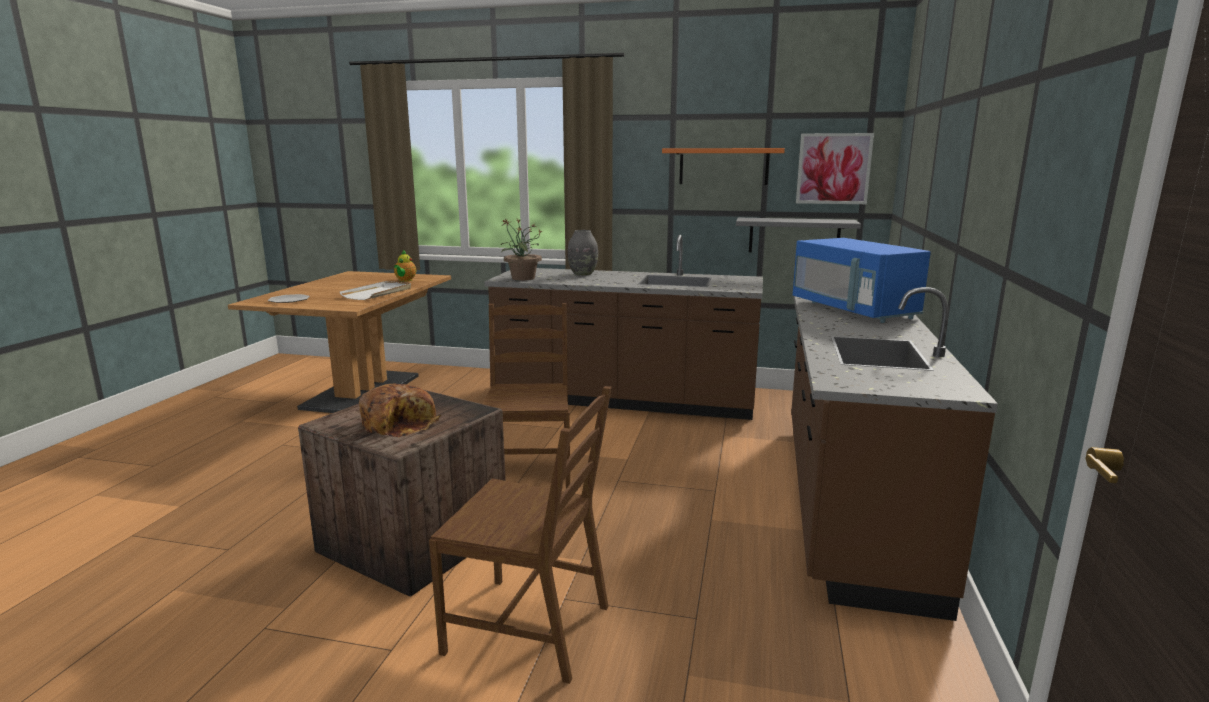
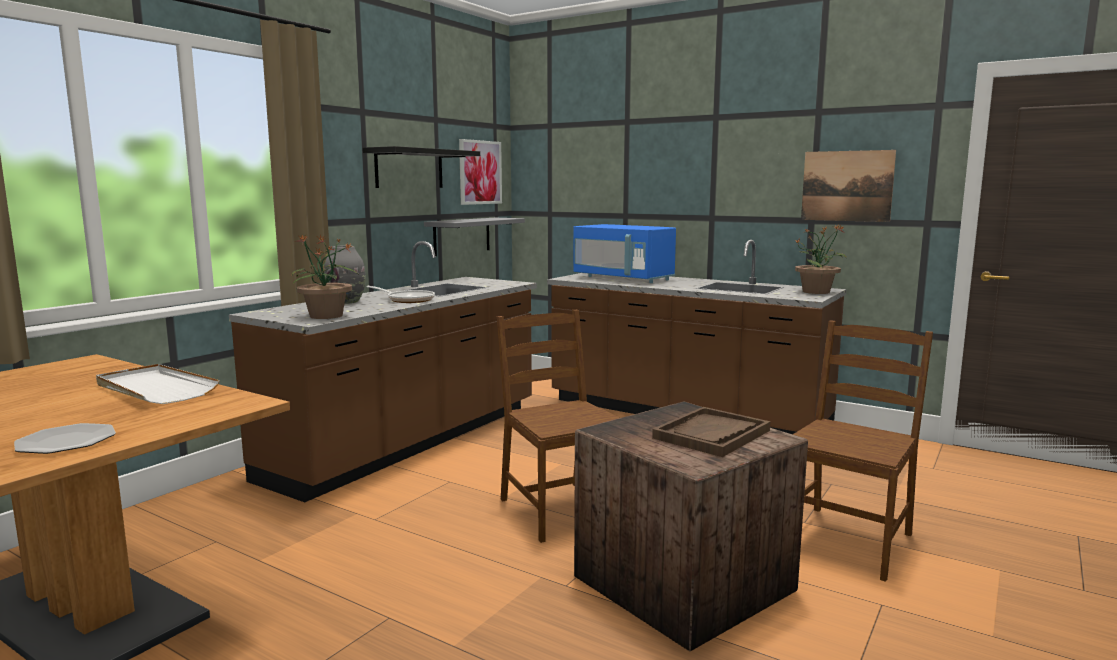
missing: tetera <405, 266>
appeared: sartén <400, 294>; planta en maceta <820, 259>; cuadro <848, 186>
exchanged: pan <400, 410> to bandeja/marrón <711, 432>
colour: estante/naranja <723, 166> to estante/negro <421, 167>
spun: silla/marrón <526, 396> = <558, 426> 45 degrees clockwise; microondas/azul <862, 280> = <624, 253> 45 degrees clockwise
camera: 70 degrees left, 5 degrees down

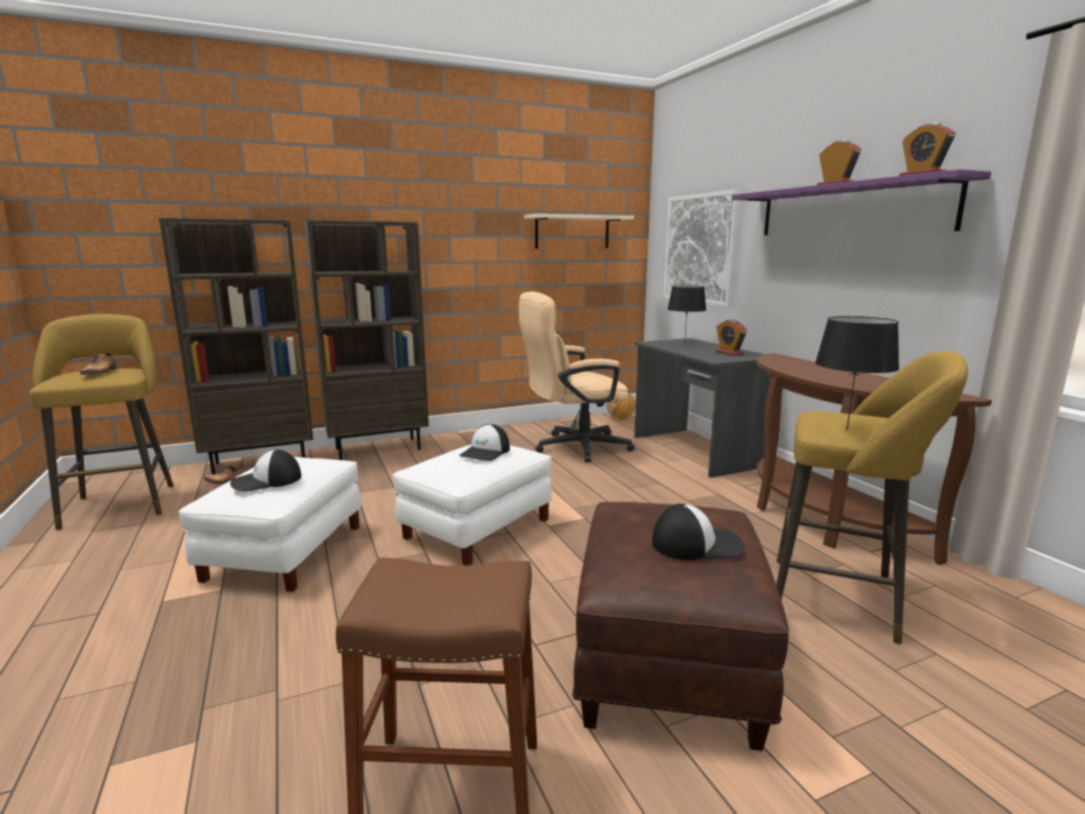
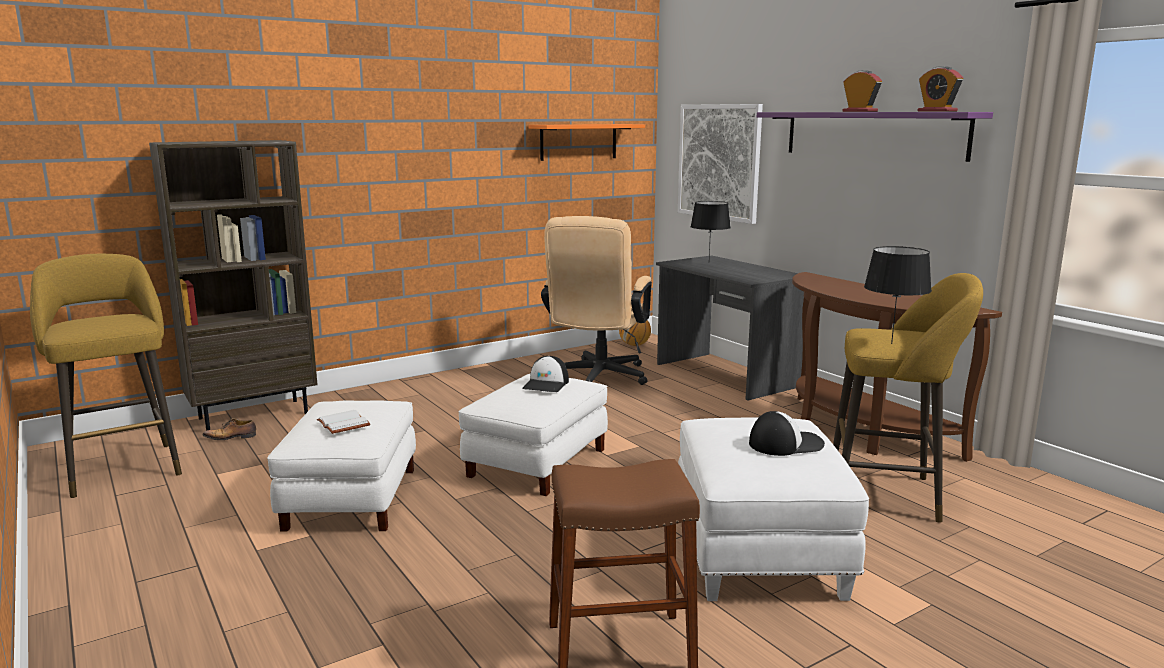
missing: zapato <98, 364>; estantería/marrón <366, 340>; despertador <731, 338>
exchanged: gorra <265, 471> to libro/blanco <344, 422>
colour: estante/beis <579, 231> to estante/naranja <587, 142>; puf/marrón <680, 626> to puf/blanco <773, 509>
spun: silla de oficina/beis <577, 377> = <596, 300> 45 degrees counterclockwise
camera: 10 degrees left, 0 degrees up

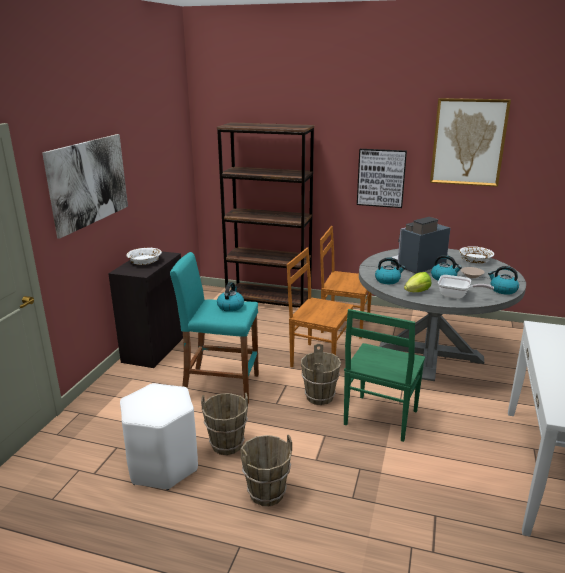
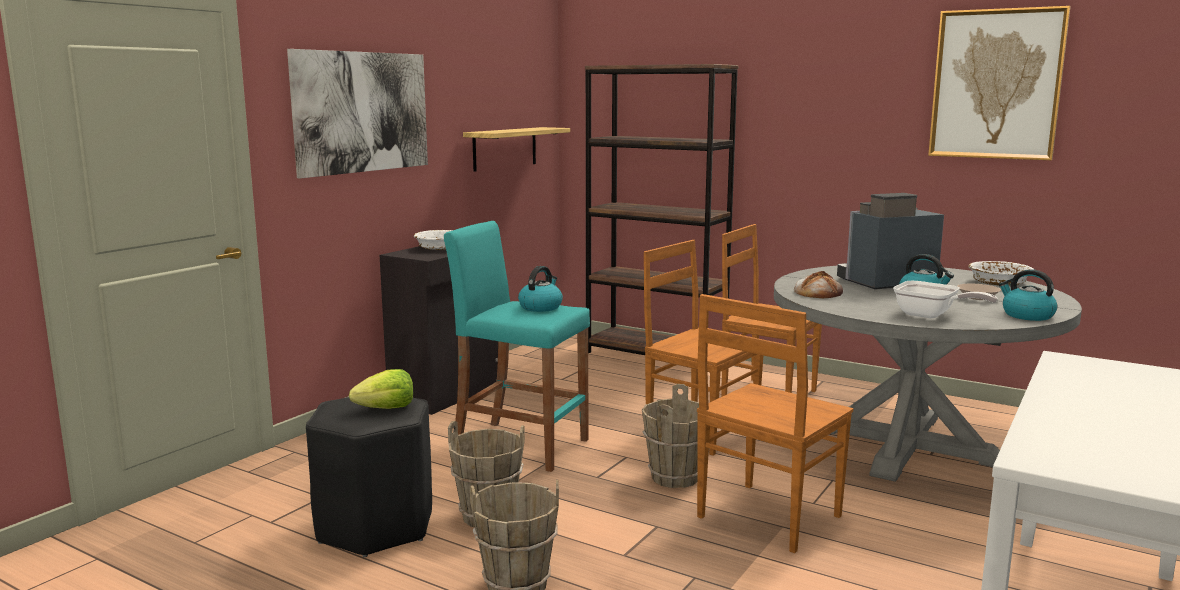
missing: cuadro <382, 178>
appeared: estante <516, 149>
relocated: lechuga <417, 282> to <381, 389>
exchanged: hervidor <390, 270> to pan <818, 284>
colour: taburete/blanco <159, 436> to taburete/negro <369, 477>; silla/verde <384, 375> to silla/marrón <775, 423>
camera: 15 degrees right, 10 degrees down

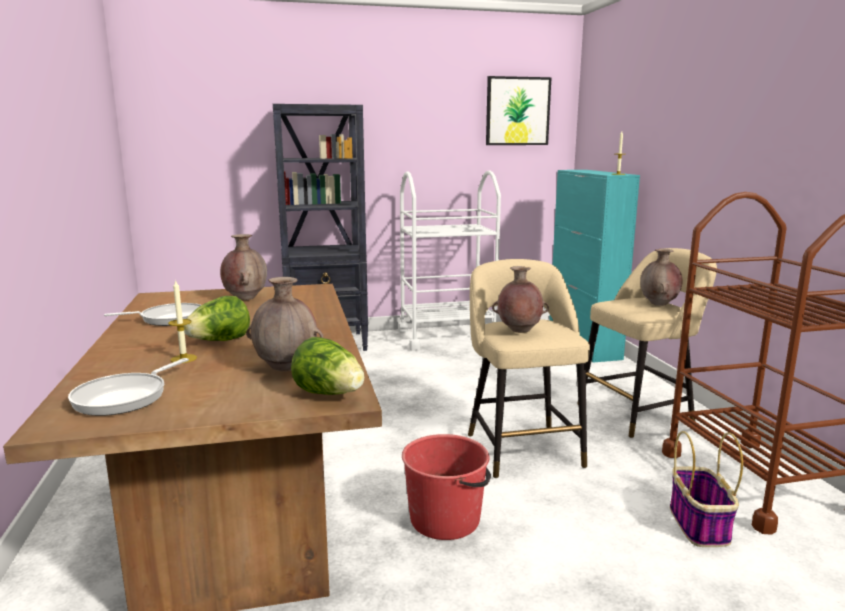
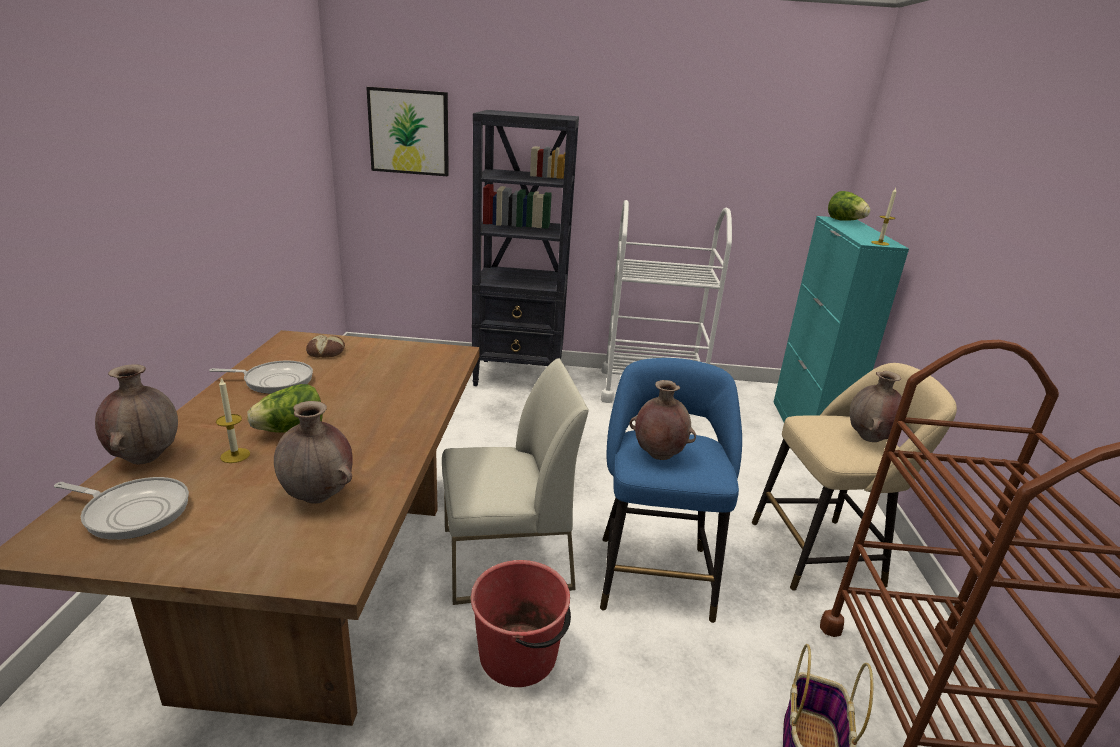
appeared: pan <325, 346>; silla/blanco <515, 481>
relocated: florero/marrón <243, 267> to <136, 414>; cuadro <519, 110> to <407, 131>; lechuga <327, 366> to <849, 206>
colour: taburete/beis <529, 368> to taburete/azul <671, 490>
spun: sartén <128, 387> = <121, 508> 120 degrees counterclockwise
camera: 15 degrees right, 10 degrees up

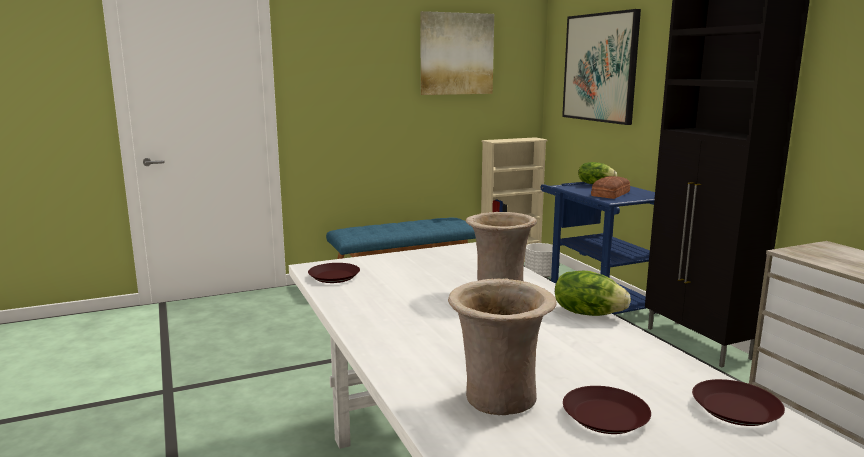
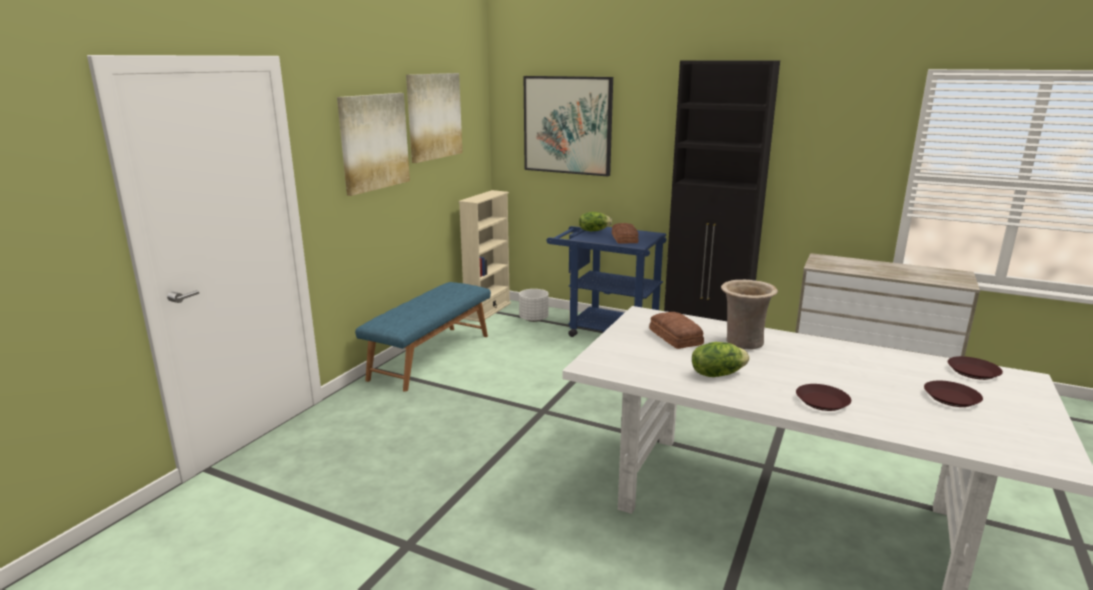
missing: florero/beis <502, 346>
appeared: cuadro <373, 144>; pan <676, 330>
relocated: lechuga <593, 293> to <720, 359>; plato/marrón <334, 273> to <823, 397>
camera: 40 degrees left, 5 degrees up

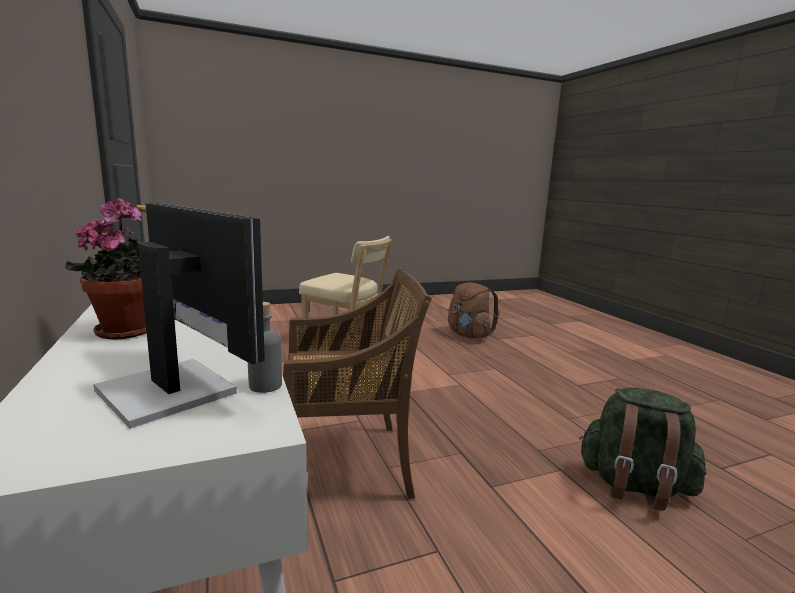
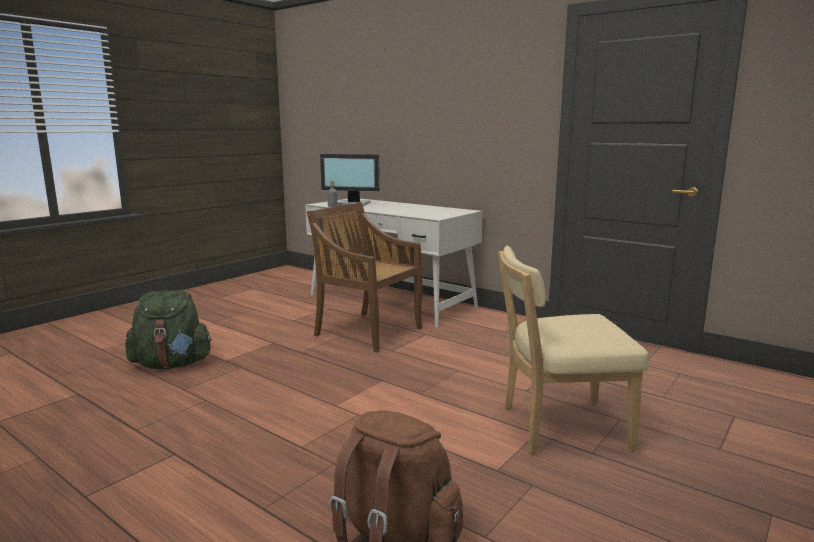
missing: planta en maceta <106, 268>
spun: silla/marrón <357, 383> = <364, 277> 75 degrees clockwise
camera: 150 degrees right, 0 degrees up

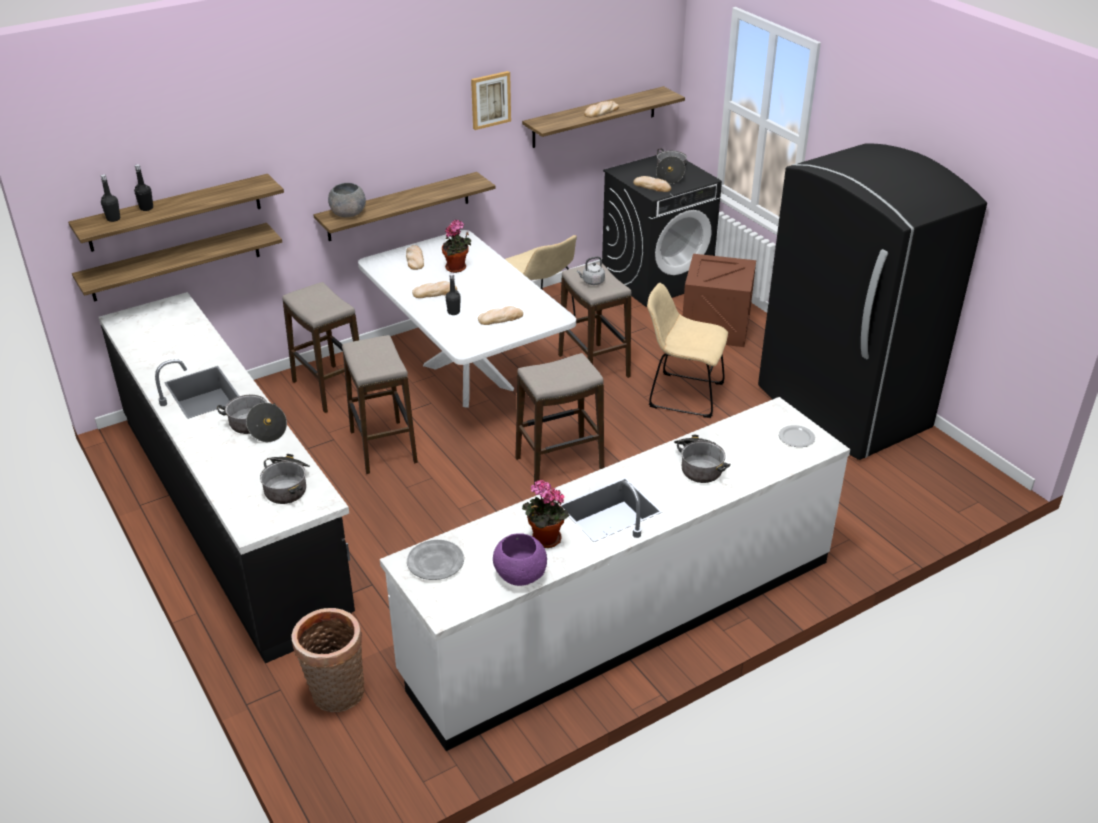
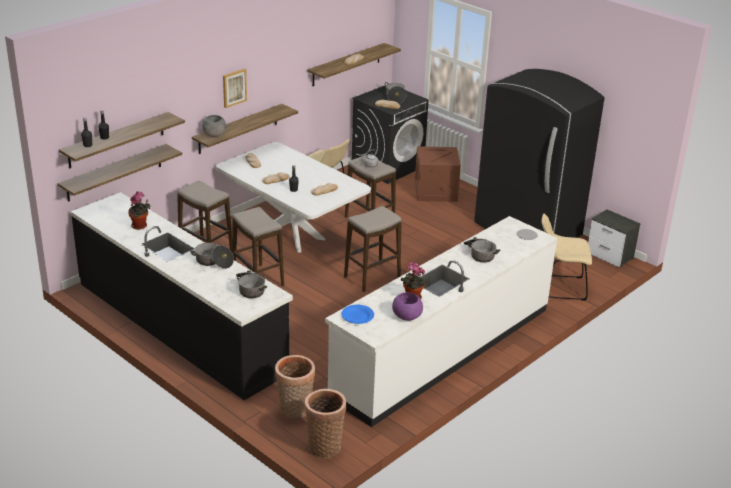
appeared: cesta <325, 423>; mesita de noche <614, 238>
relocated: planta en maceta <456, 246> to <139, 210>; cuadro <491, 100> to <235, 88>; silla/beis <687, 350> to <567, 257>
colour: plato/gris <435, 560> to plato/azul <357, 314>
camera: 15 degrees left, 5 degrees down

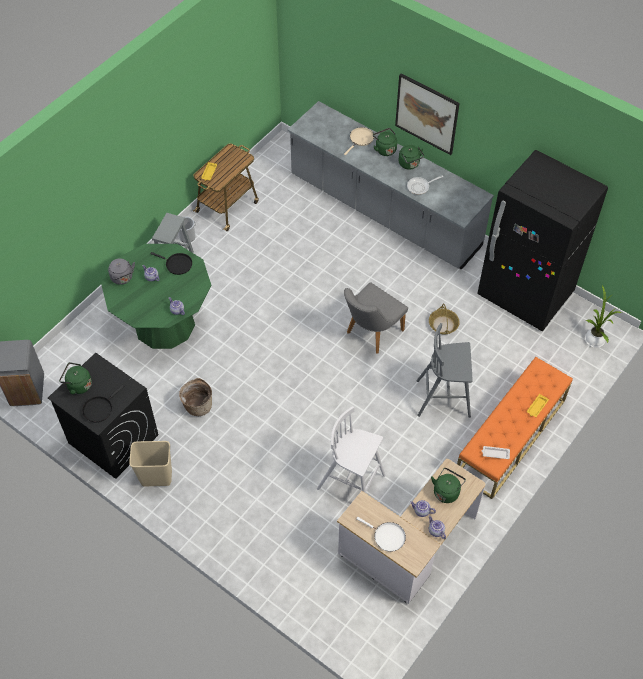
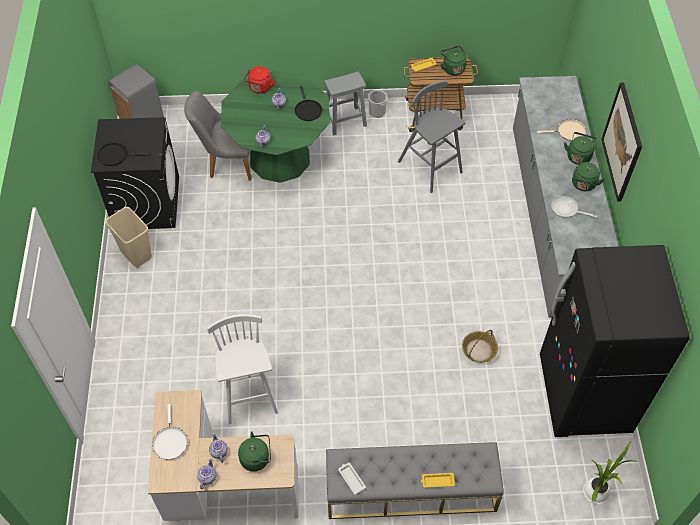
missing: cesta <195, 397>
relocated: silla/gris <376, 318> to <217, 135>; taburete/gris <444, 370> to <432, 136>; hervidor/verde <75, 378> to <453, 61>
colour: hervidor/gris <121, 271> to hervidor/rojo <259, 79>; banco/naranja <515, 428> to banco/gris <415, 480>
camera: 50 degrees right, 0 degrees up

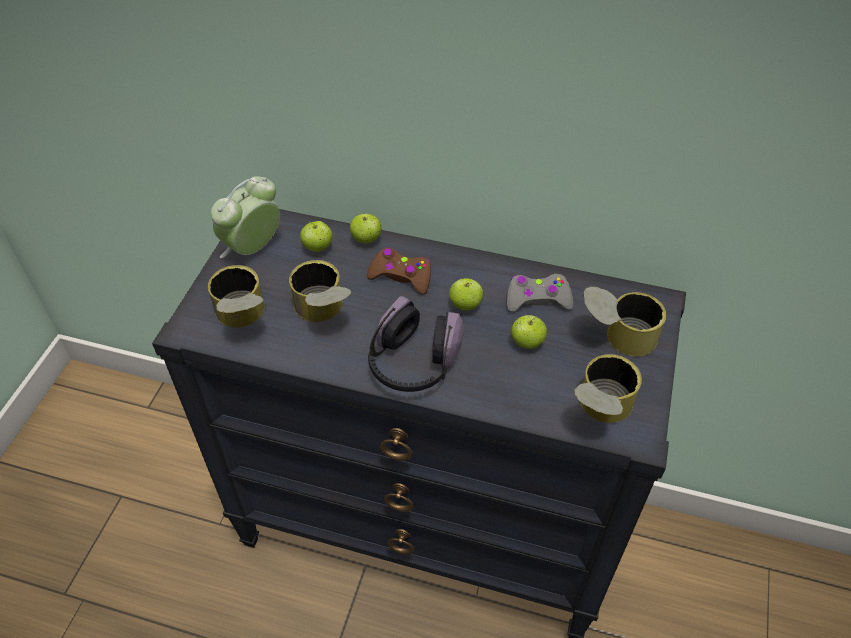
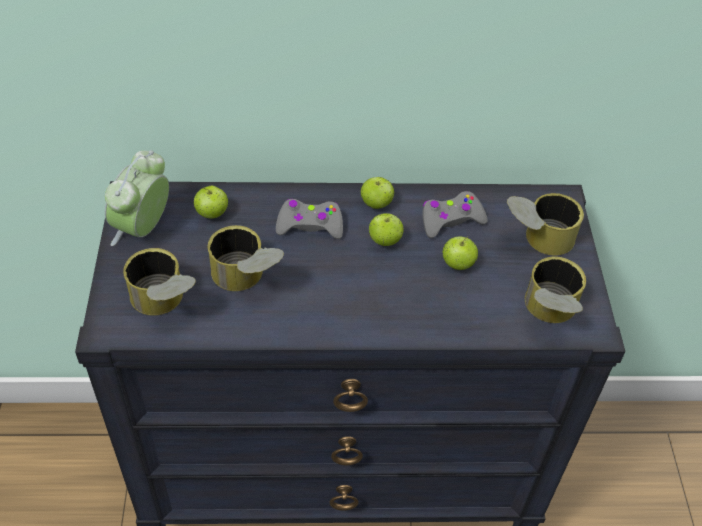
missing: auriculares <415, 344>
relocated: manzana <366, 228> to <377, 193>
colour: mando de consola/marrón <399, 270> to mando de consola/gris <309, 219>
camera: 20 degrees left, 0 degrees up

